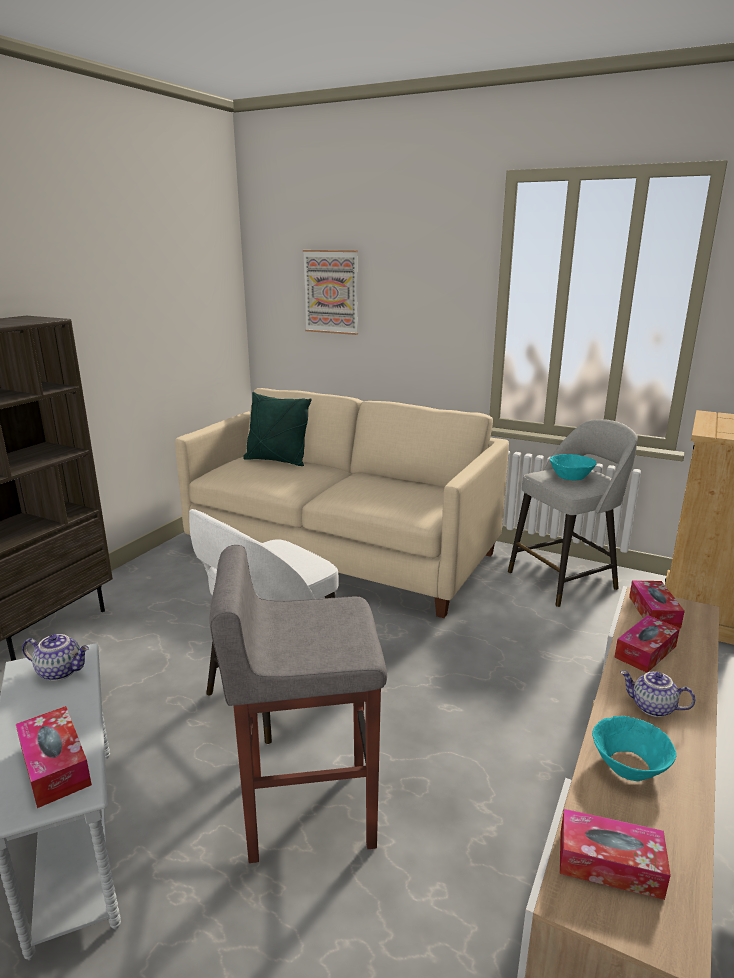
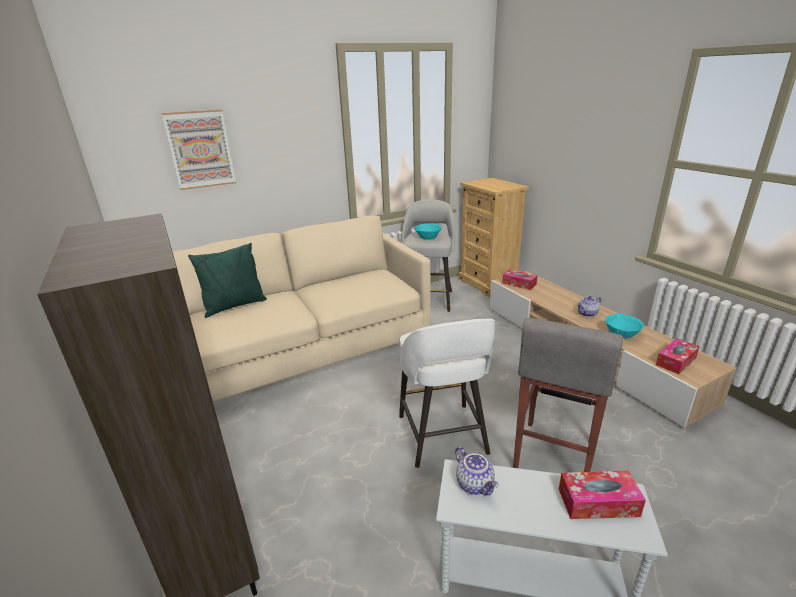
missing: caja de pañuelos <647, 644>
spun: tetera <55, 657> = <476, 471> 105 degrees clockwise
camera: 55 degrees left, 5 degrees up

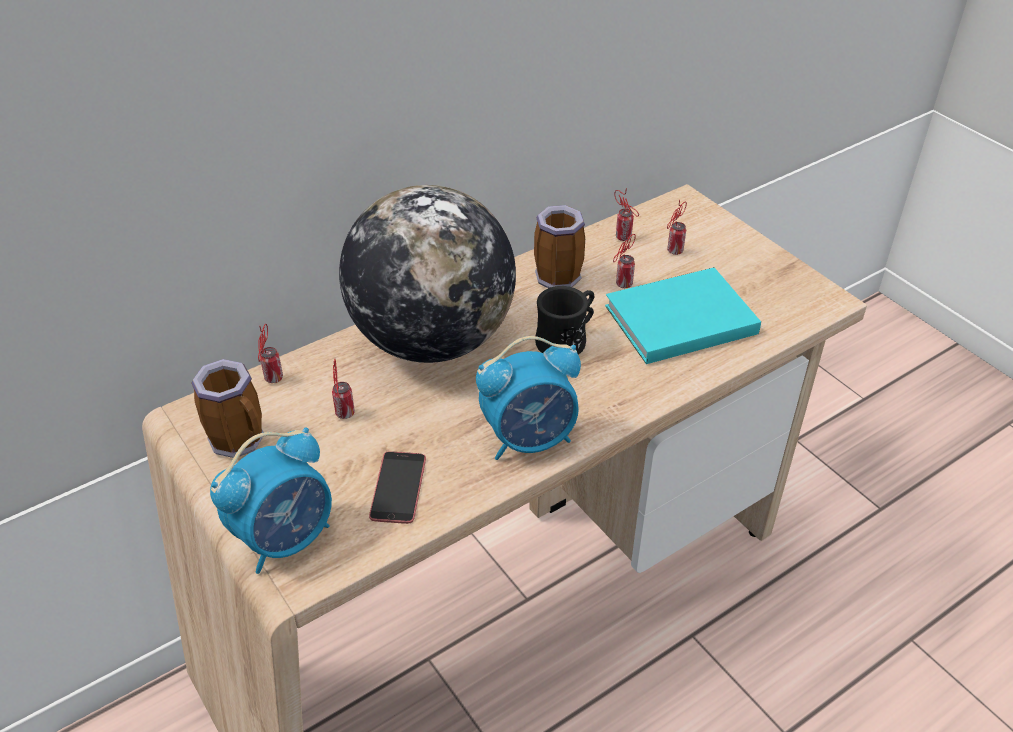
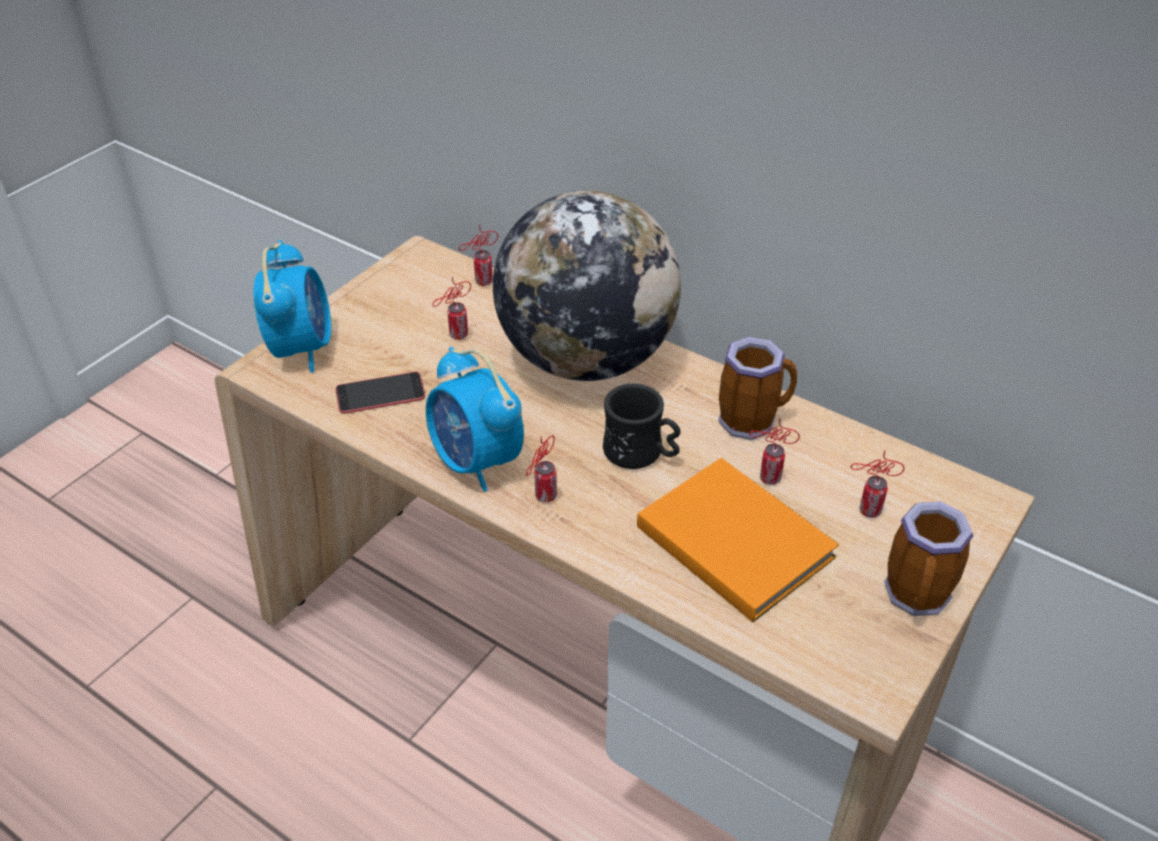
relocated: lata <626, 214> to <541, 469>; taza grande <227, 408> to <928, 559>
colour: libro/turquesa <683, 315> to libro/naranja <738, 540>
spun: despertador <271, 500> = <292, 306> 120 degrees counterclockwise
camera: 70 degrees right, 0 degrees up

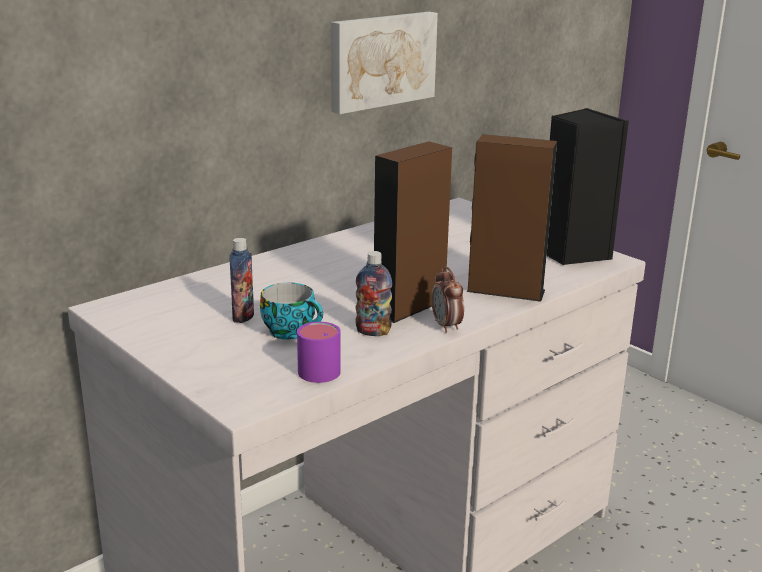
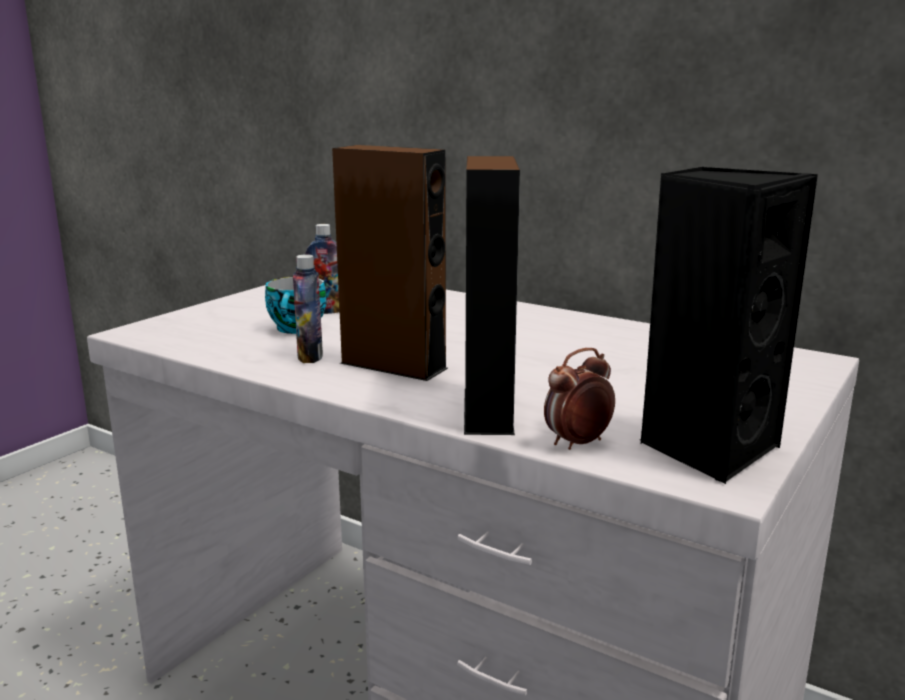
missing: taza grande/morado <319, 352>; cuadro <384, 63>
relocated: despertador <447, 300> to <579, 399>
camera: 75 degrees right, 5 degrees down

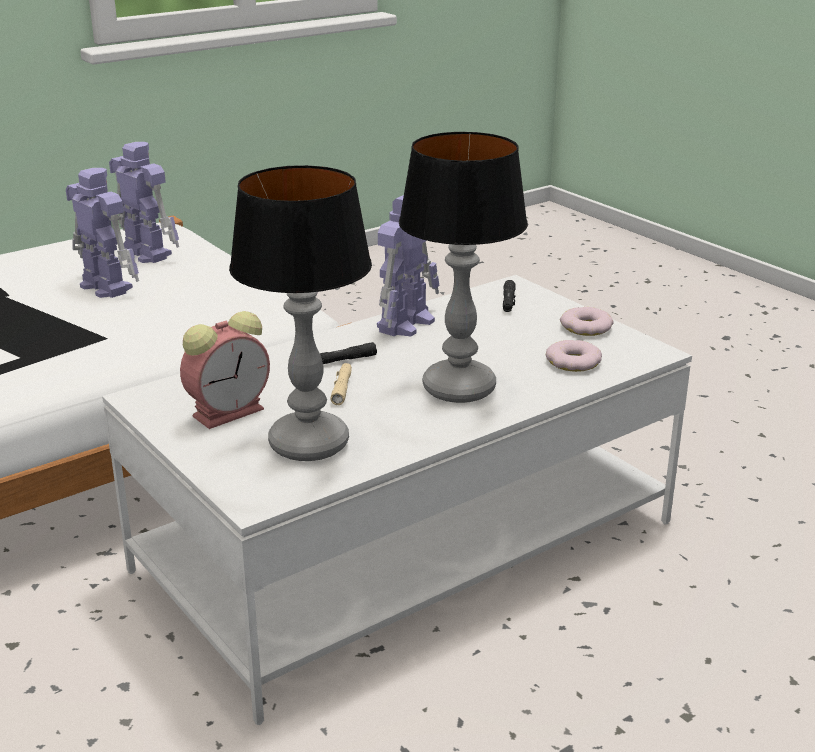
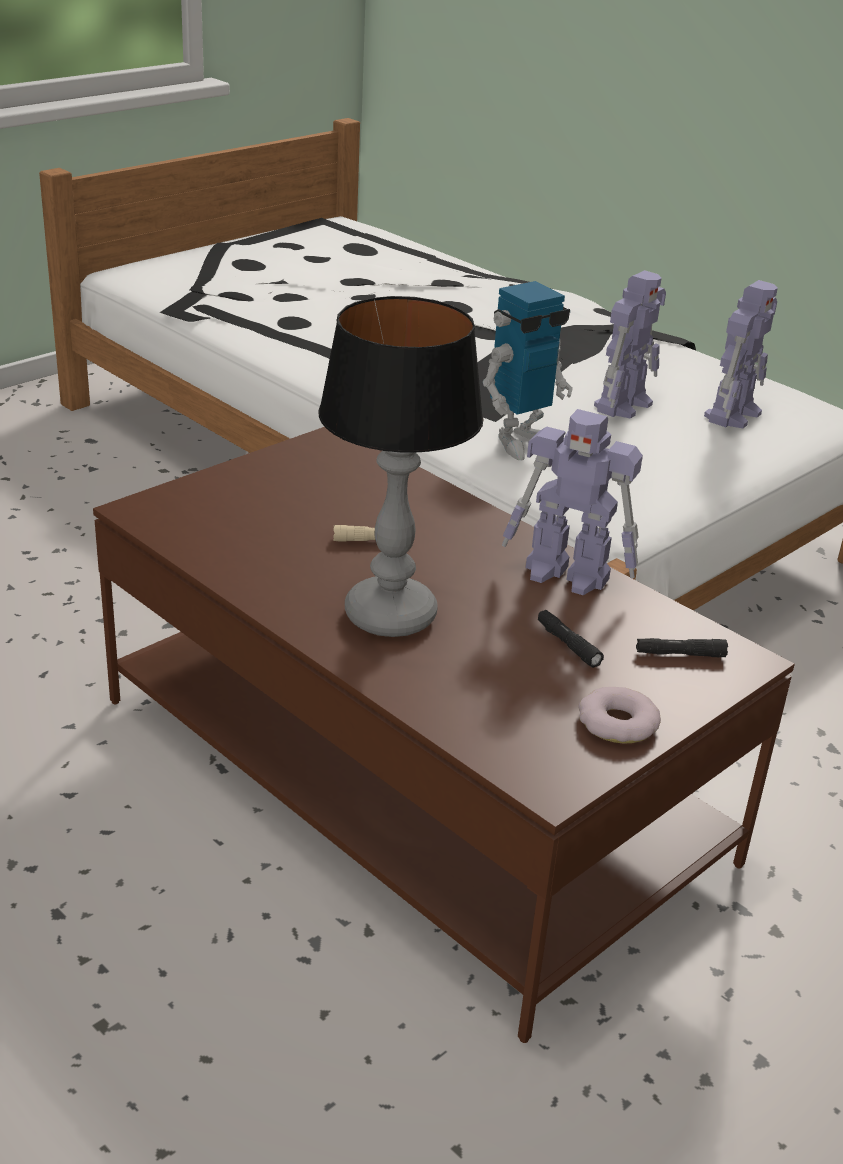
missing: despertador <225, 370>; lámpara de mesa <300, 313>; rosquilla <574, 356>
appeared: robot de juguete <528, 370>
relocated: linterna/negro <348, 353> to <571, 639>
colour: mesa de centro/blanco <397, 500> to mesa de centro/marrón <444, 735>
camera: 80 degrees right, 5 degrees up

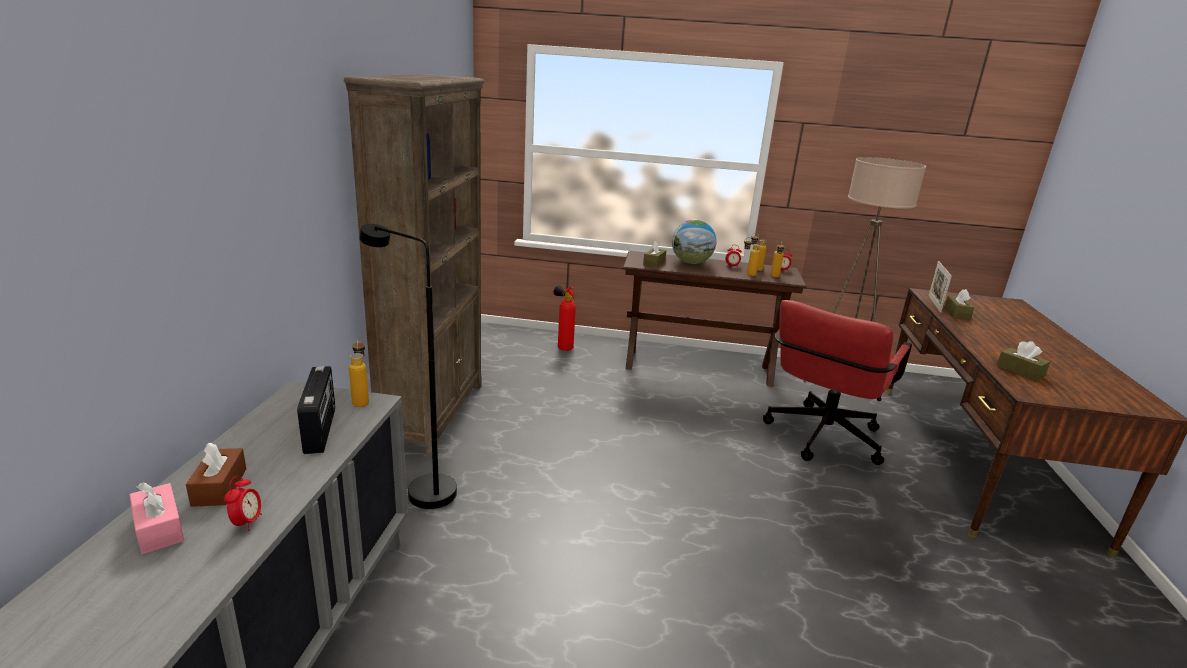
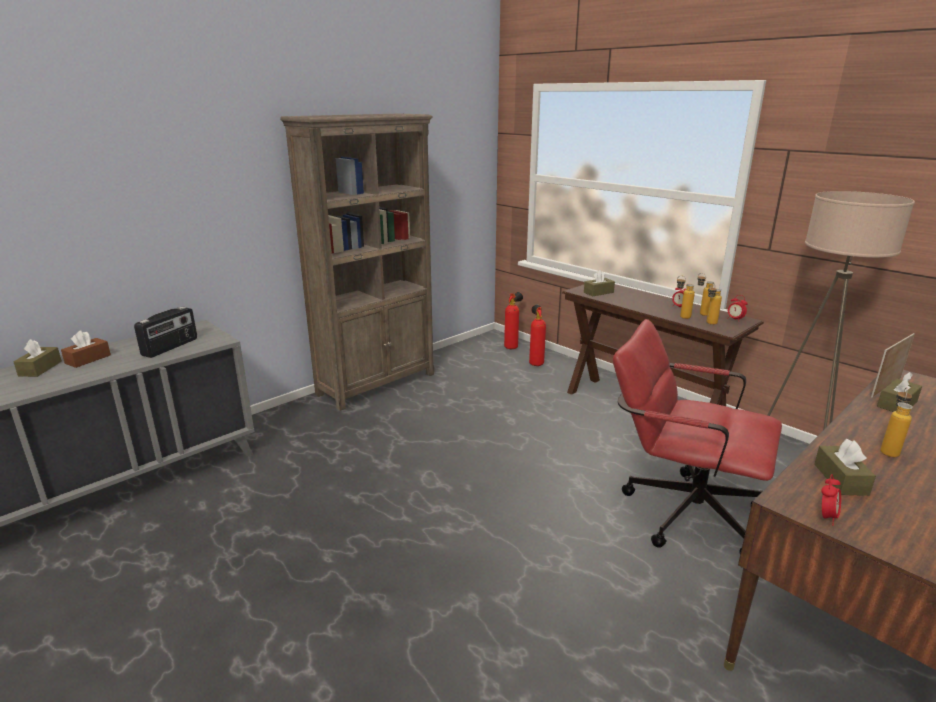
missing: lámpara de pie/negro <408, 366>; globo terráqueo <694, 241>
appeared: extintor <513, 320>
relocated: despertador <243, 503> to <831, 500>; botella <359, 372> to <896, 422>
colour: caja de pañuelos/rosa <157, 518> to caja de pañuelos/marrón <37, 358>
spun: silla de oficina/rojo <837, 382> = <697, 436> 45 degrees clockwise
camera: 40 degrees right, 0 degrees up

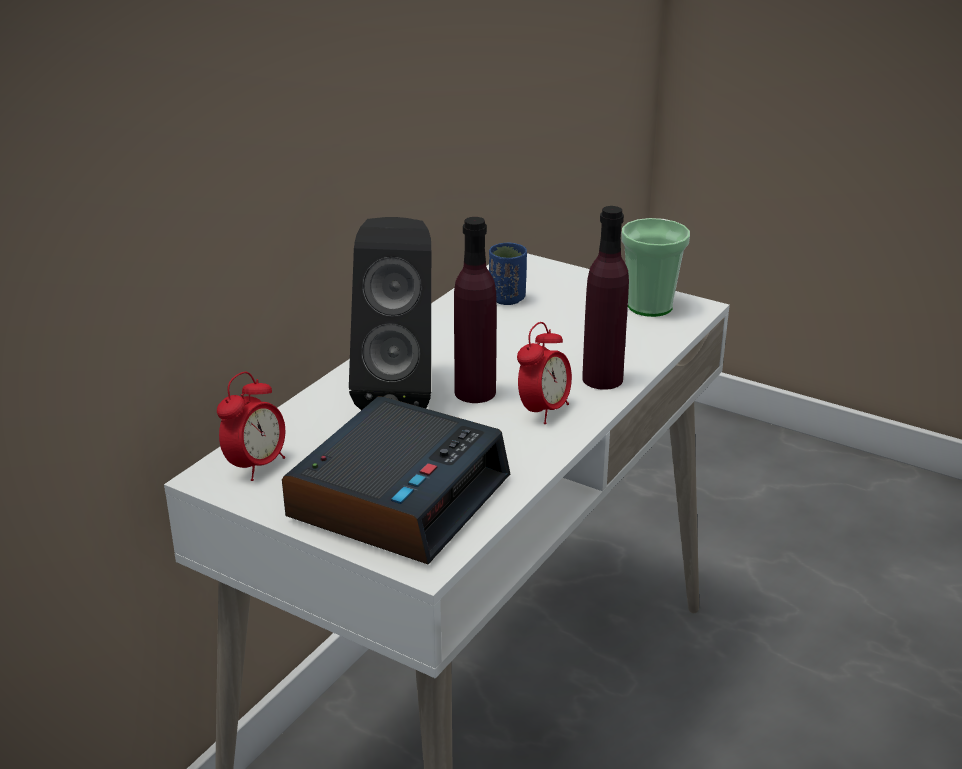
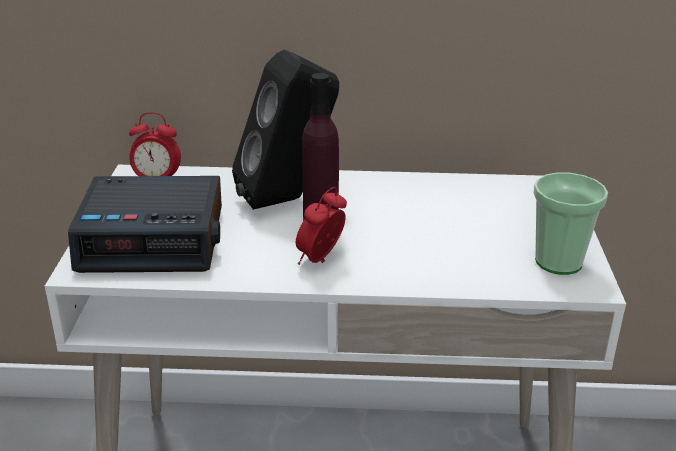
missing: taza/azul <508, 273>; botella/morado <605, 298>
spun: despertador <544, 373> = <321, 226> 120 degrees clockwise
camera: 60 degrees right, 0 degrees up

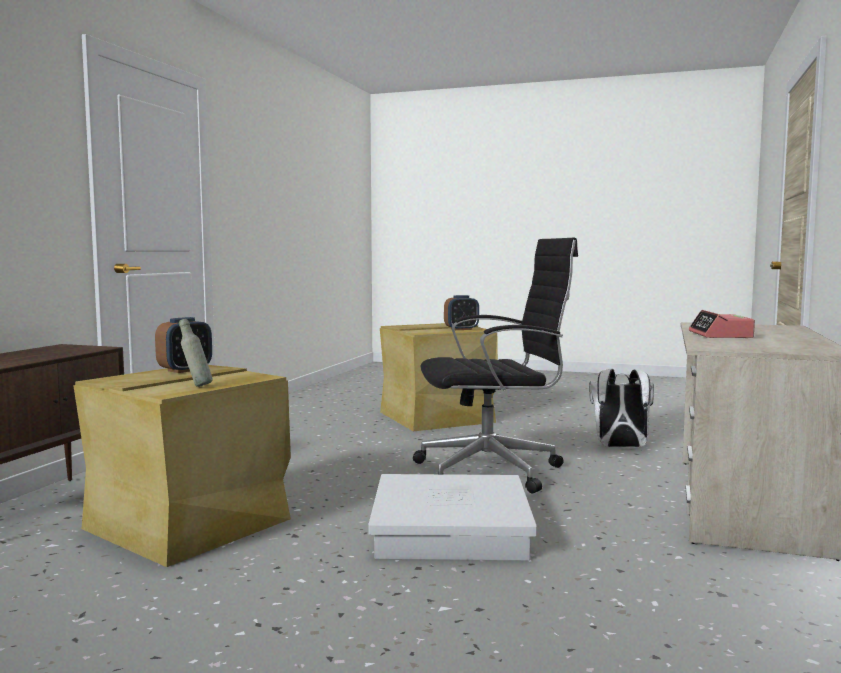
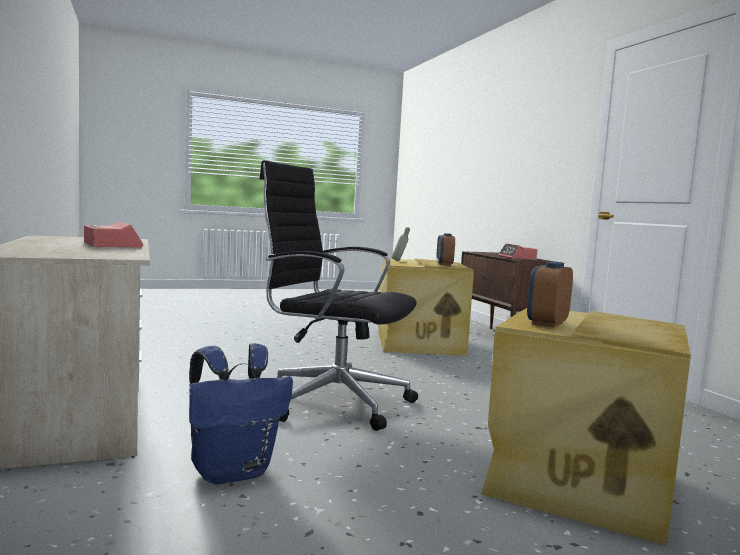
missing: caja de almacenaje/blanco <452, 517>
appeared: despertador <518, 251>
colour: mochila/blanco <621, 408> to mochila/azul <241, 414>
spun: silla de oficina/negro <495, 365> = <338, 295> 75 degrees clockwise
camera: 140 degrees right, 0 degrees up

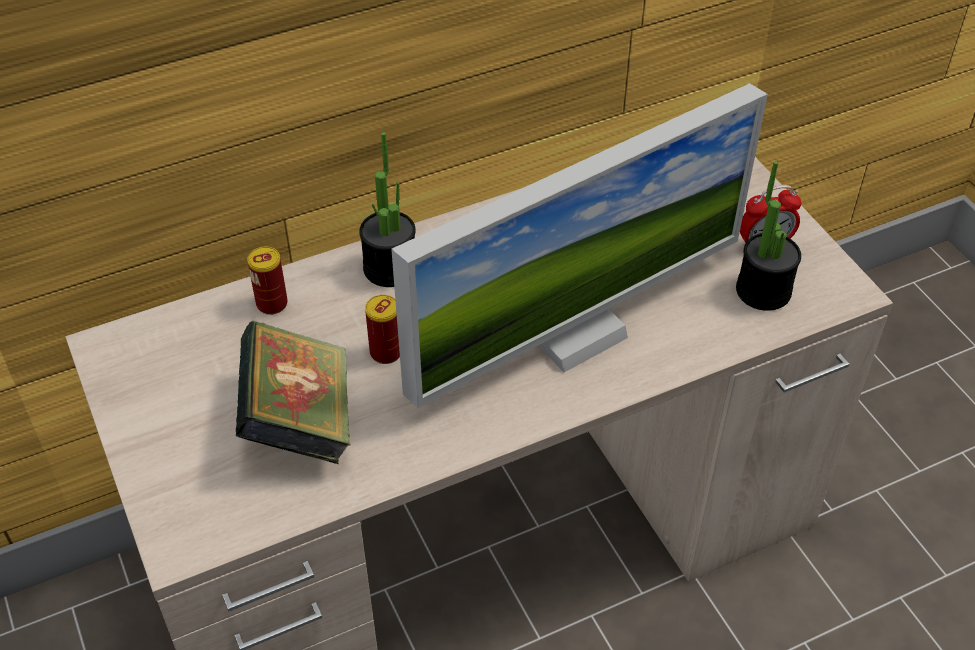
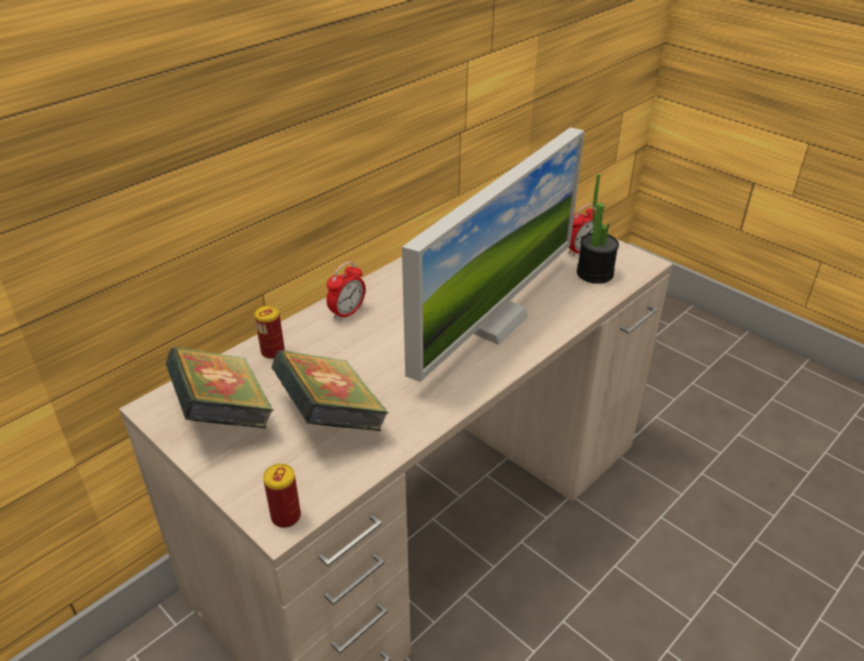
appeared: libro <219, 388>
relocated: lata <382, 329> to <282, 496>
exchanged: planta en maceta <387, 209> to despertador <346, 291>
camera: 20 degrees left, 10 degrees down

